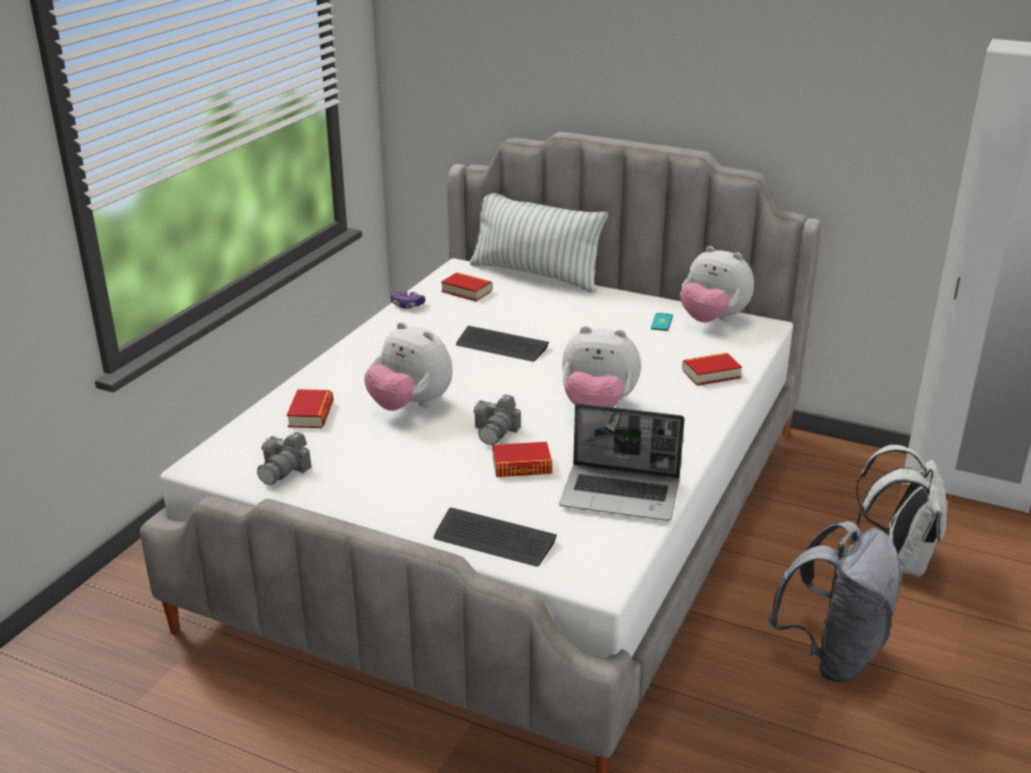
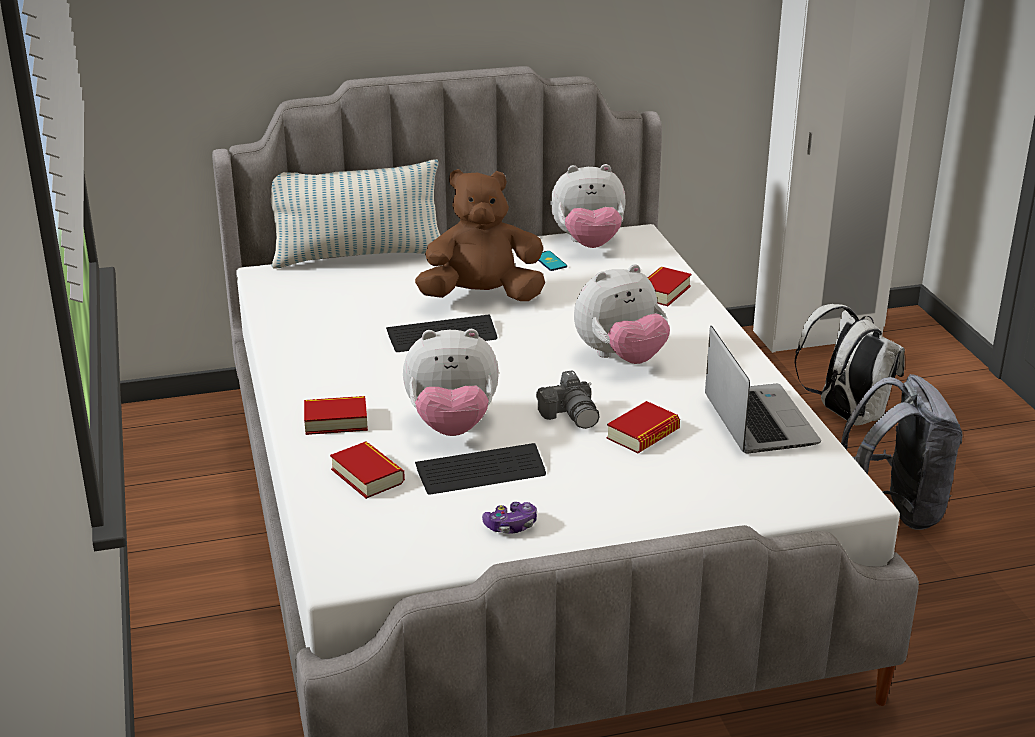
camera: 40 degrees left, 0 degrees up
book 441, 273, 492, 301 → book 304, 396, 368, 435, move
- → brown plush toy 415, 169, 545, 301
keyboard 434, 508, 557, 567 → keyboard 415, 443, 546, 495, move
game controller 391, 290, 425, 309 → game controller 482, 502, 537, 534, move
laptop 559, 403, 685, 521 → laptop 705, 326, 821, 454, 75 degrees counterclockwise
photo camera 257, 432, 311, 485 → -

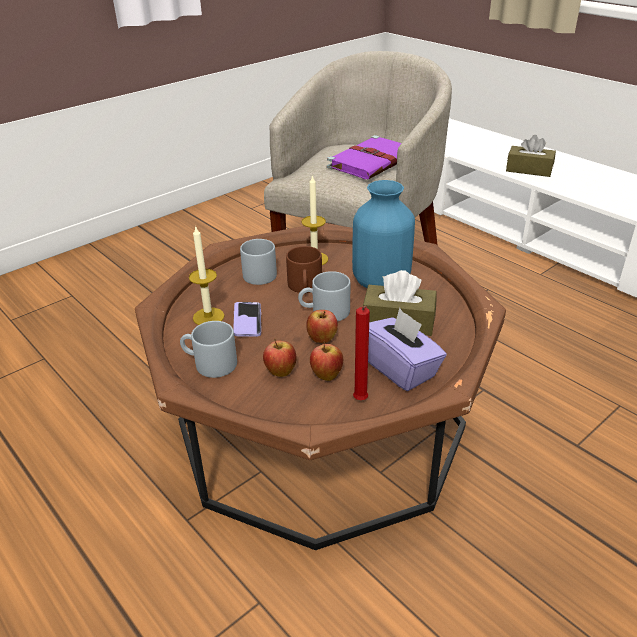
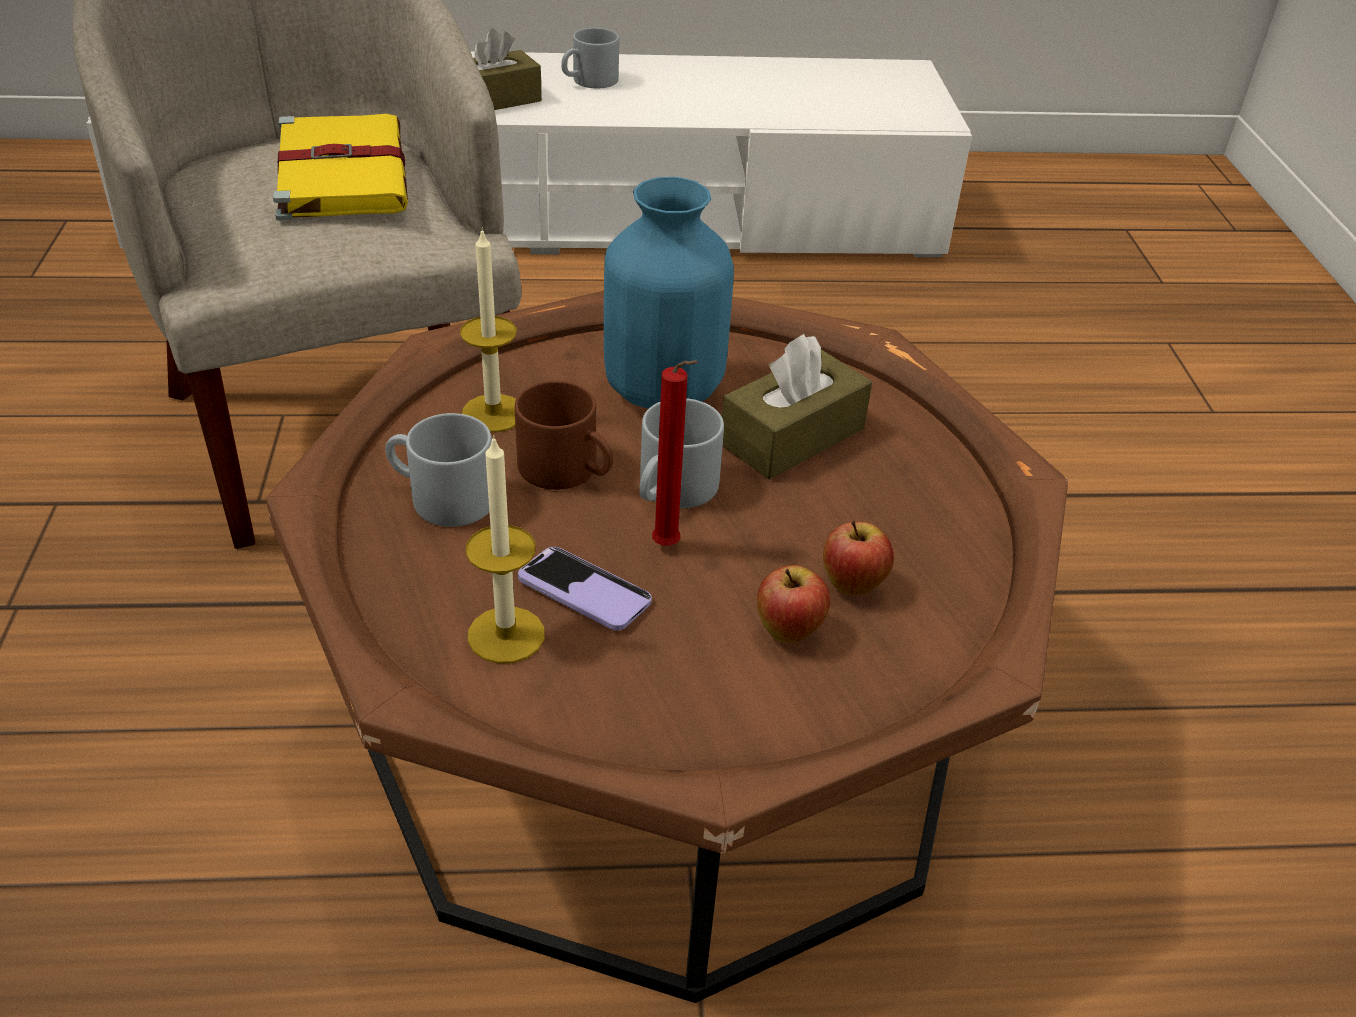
camera: 55 degrees left, 5 degrees up
purple book 327, 135, 401, 179 → yellow book 273, 114, 408, 221
grey mug 180, 321, 237, 378 → grey mug 561, 28, 619, 88, move
red candle 353, 306, 370, 400 → red candle 652, 360, 698, 546, move
apple 306, 310, 338, 343 → -
purple tissue box 368, 308, 447, 391 → -

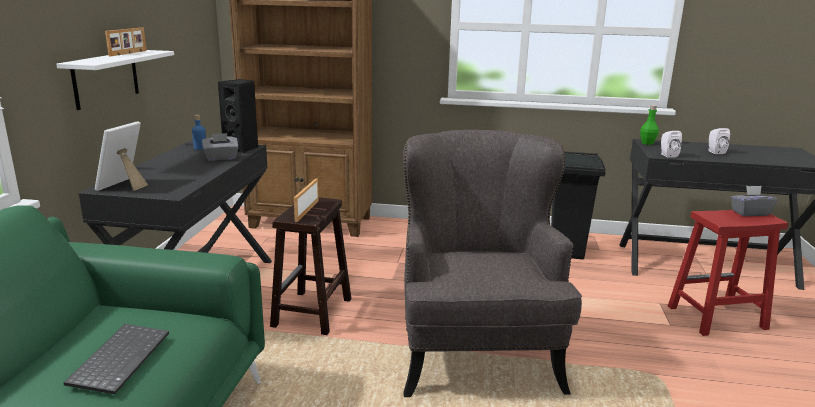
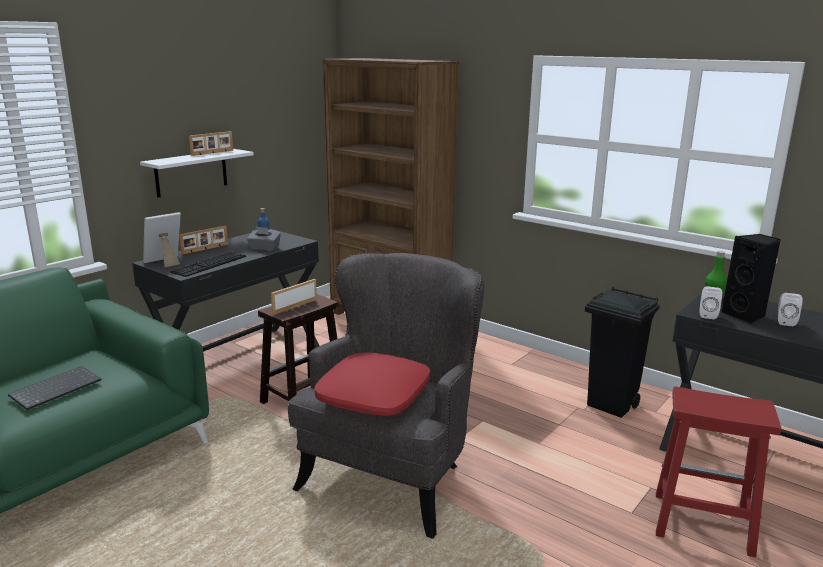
camera: 30 degrees right, 0 degrees up
- → keyboard 170, 252, 246, 277
- → picture frame 179, 226, 228, 255
- → red pillow 314, 352, 430, 416
black speaker 218, 79, 258, 153 → black speaker 721, 234, 781, 324, move
grey tissue box 731, 186, 777, 216 → -

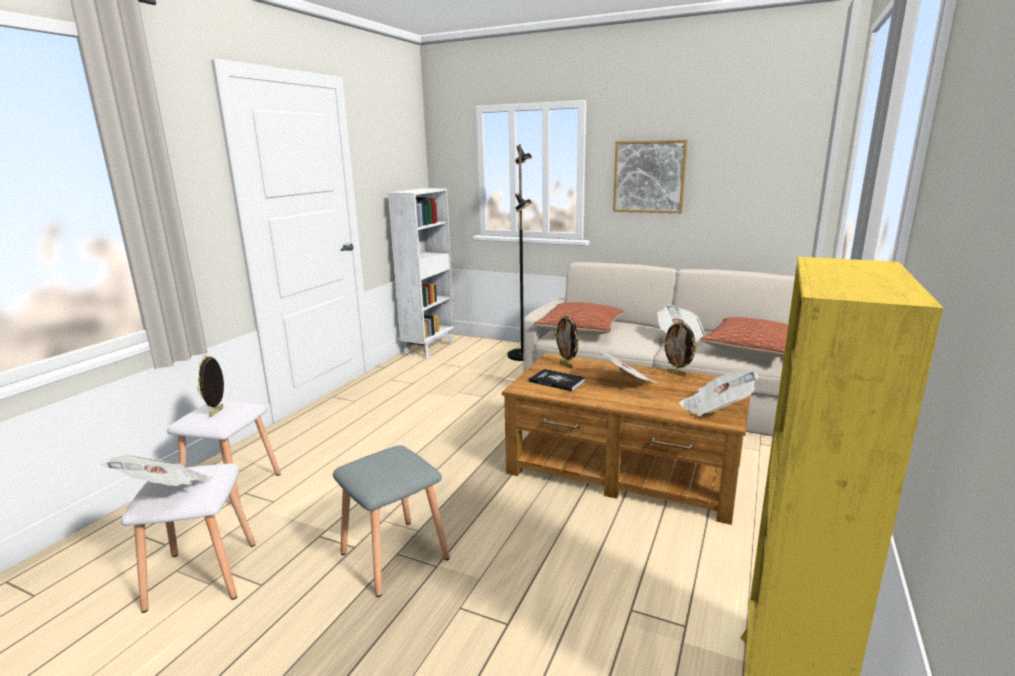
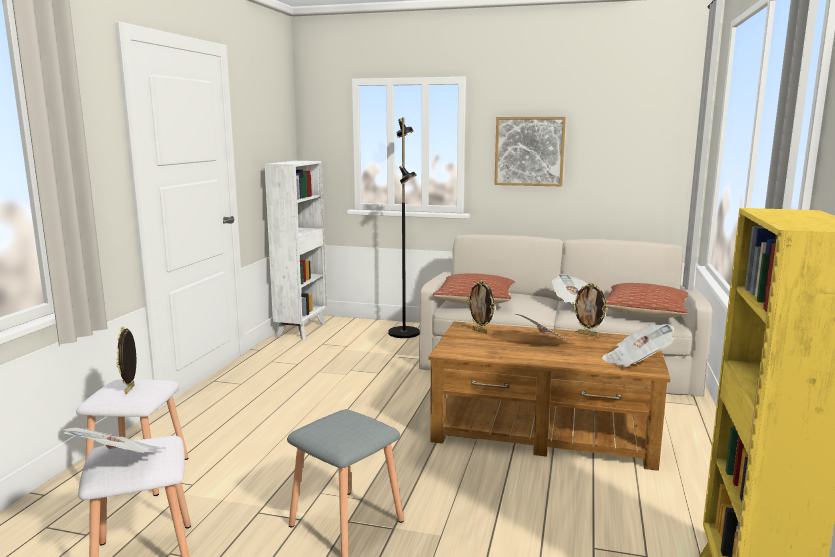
camera: 10 degrees left, 5 degrees down
book 529, 369, 586, 391 → -

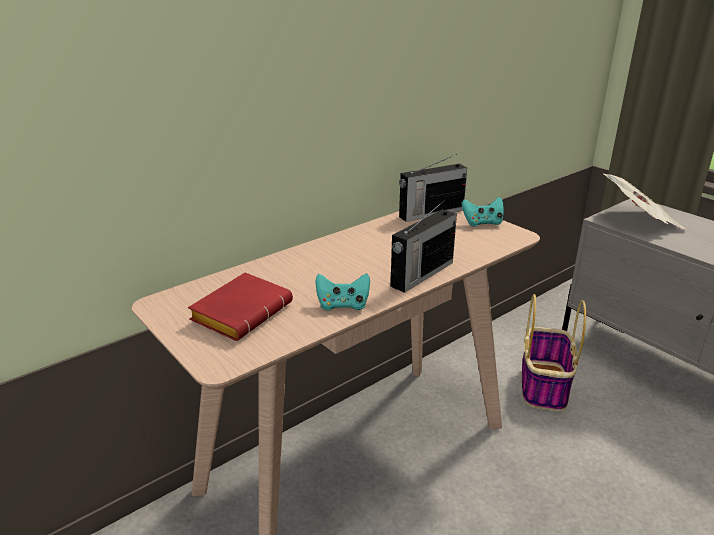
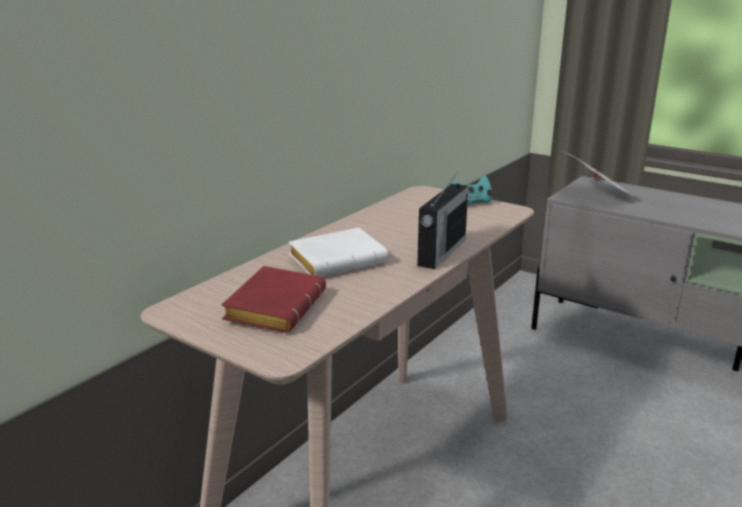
camera: 15 degrees left, 5 degrees down
- → white book 289, 228, 388, 277
turquoise game controller 315, 273, 370, 311 → -
radio 399, 154, 467, 222 → -
basket 522, 294, 586, 411 → -

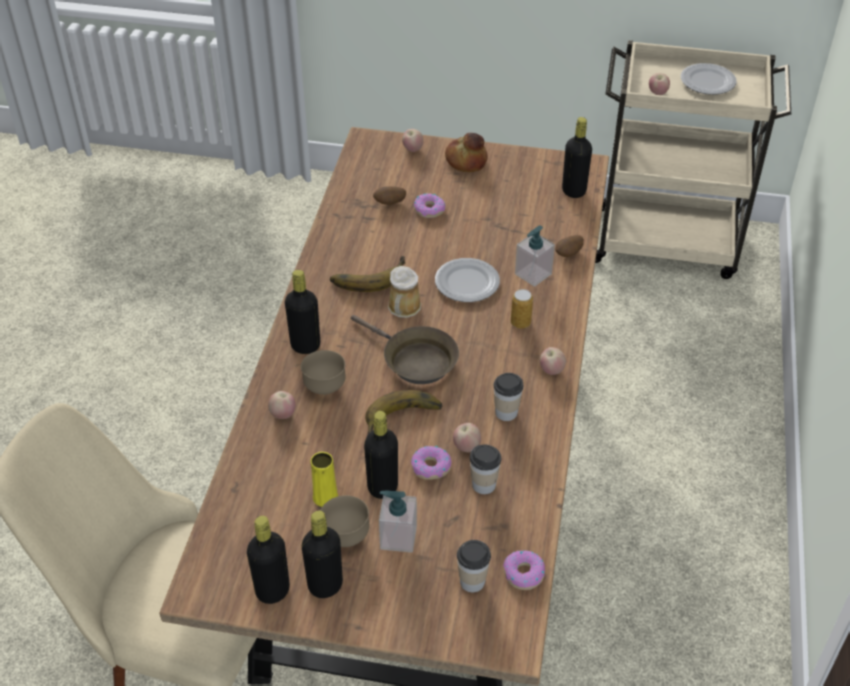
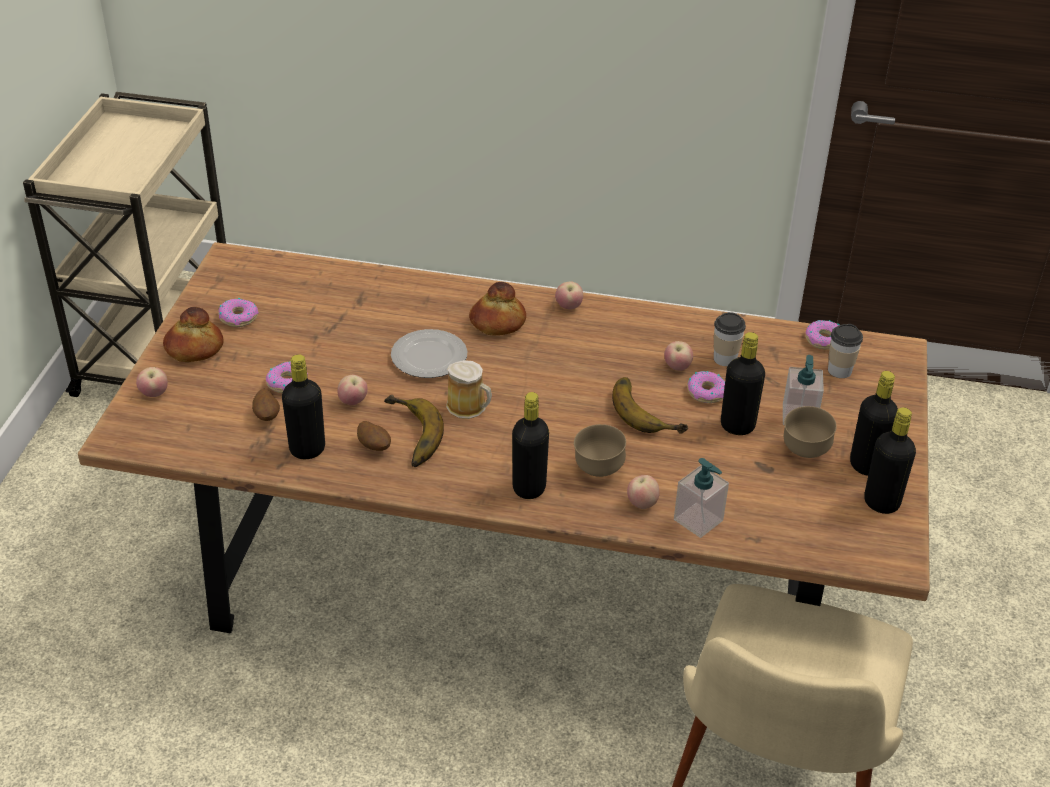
camera: 90 degrees left, 5 degrees down
- → donut 218, 298, 259, 327
black bottle 562, 117, 592, 198 → black bottle 282, 354, 325, 459, move
apple 649, 73, 670, 95 → apple 337, 375, 368, 405, move
potato 556, 235, 584, 257 → potato 357, 421, 391, 451, move
can 511, 289, 533, 329 → bread 469, 282, 526, 336
soap dispenser 515, 225, 555, 287 → soap dispenser 674, 458, 729, 538, move
yellow vase 311, 452, 338, 507 → -
brown frying pan 351, 315, 459, 384 → -
cup 493, 373, 524, 421 → -
plate 681, 63, 737, 95 → -

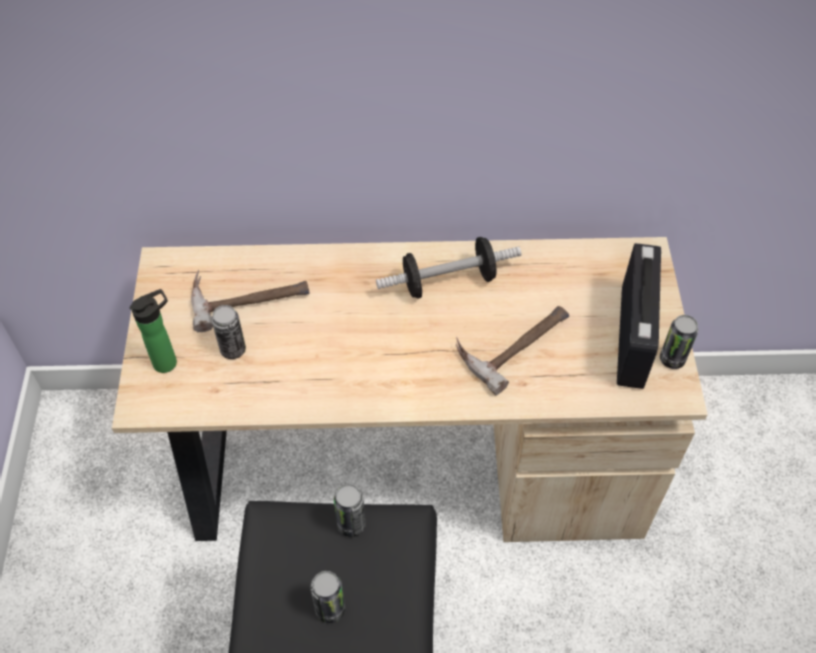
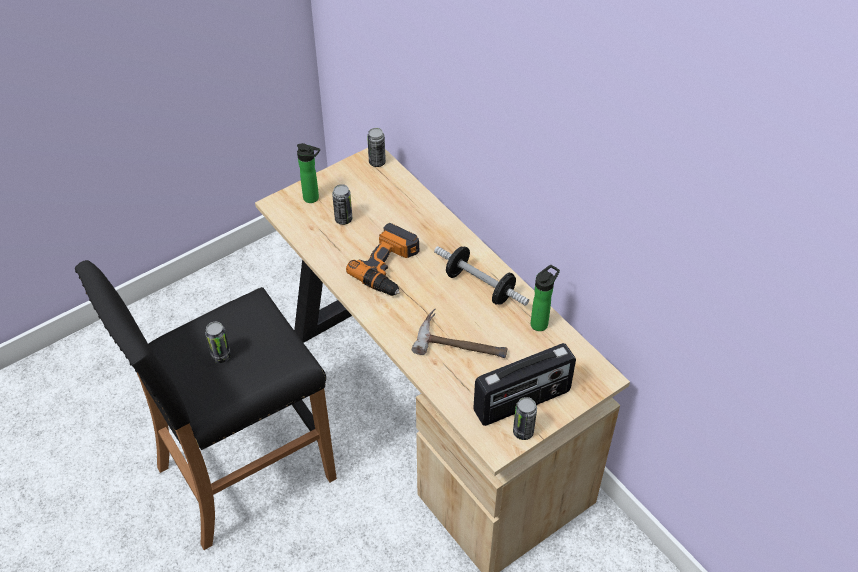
camera: 55 degrees right, 5 degrees down
- → power drill 346, 223, 419, 296
can 334, 484, 366, 537 → can 367, 128, 386, 167, move
- → bottle 531, 265, 560, 331
hammer 191, 270, 310, 332 → -

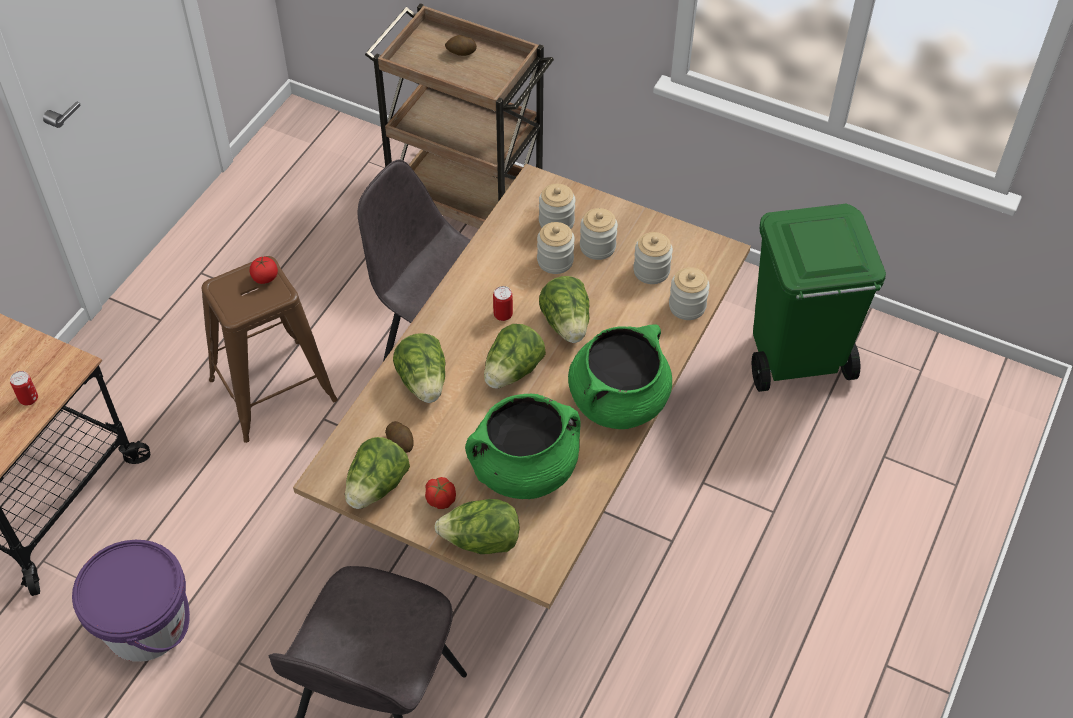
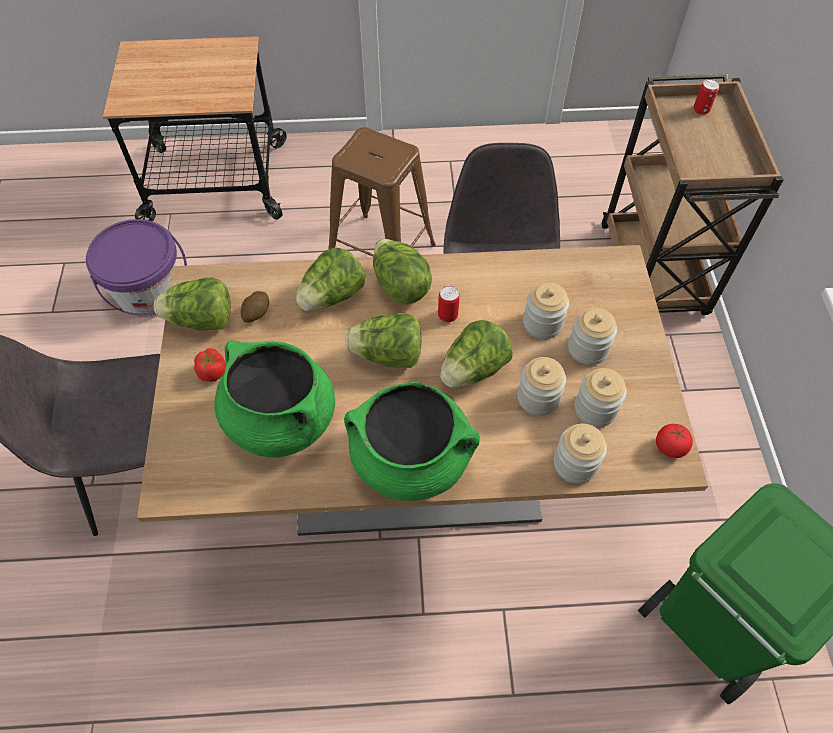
camera: 60 degrees right, 5 degrees up
lettuce 434, 499, 520, 554 → lettuce 373, 239, 432, 304, move
jar 539, 184, 575, 229 → jar 517, 357, 566, 416, move
tomato 250, 256, 278, 284 → tomato 656, 424, 693, 458, move
can 10, 371, 38, 405 → can 694, 79, 719, 115, move
potato 445, 35, 477, 56 → -

